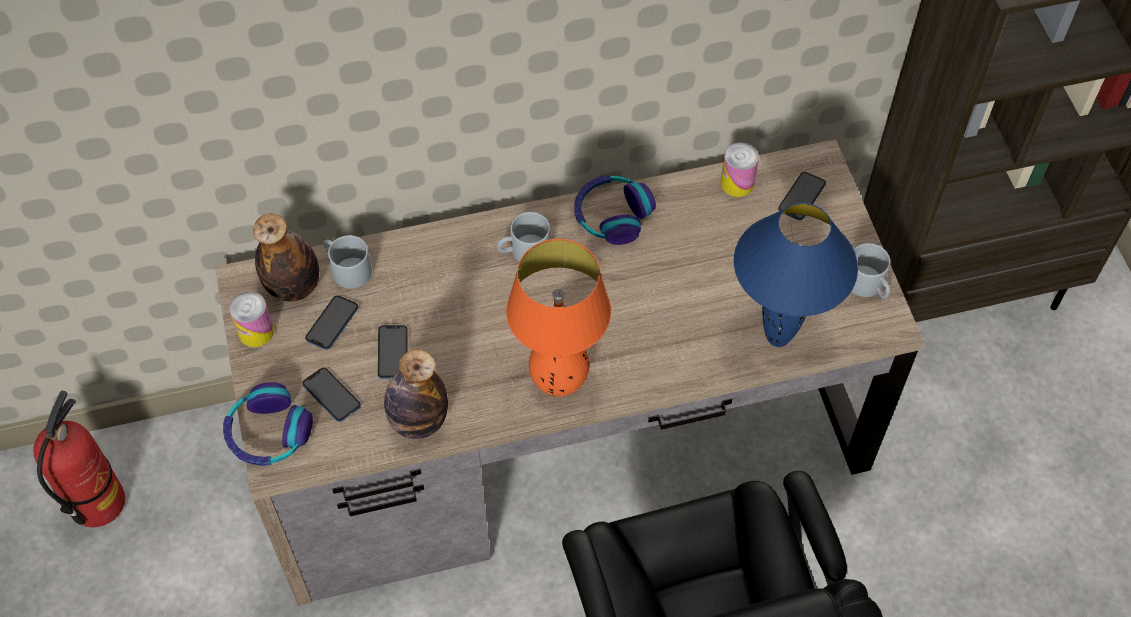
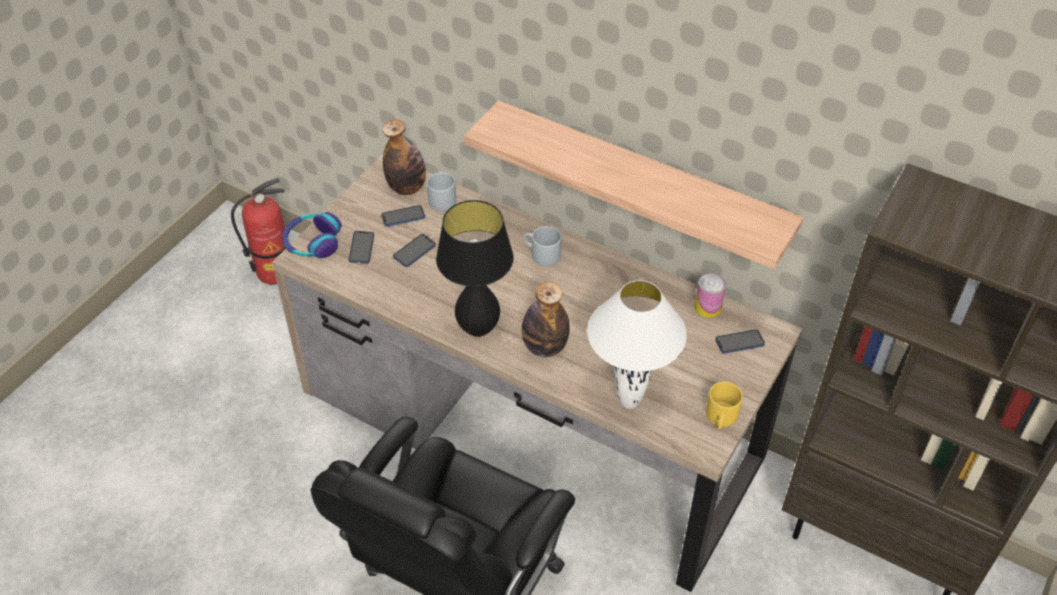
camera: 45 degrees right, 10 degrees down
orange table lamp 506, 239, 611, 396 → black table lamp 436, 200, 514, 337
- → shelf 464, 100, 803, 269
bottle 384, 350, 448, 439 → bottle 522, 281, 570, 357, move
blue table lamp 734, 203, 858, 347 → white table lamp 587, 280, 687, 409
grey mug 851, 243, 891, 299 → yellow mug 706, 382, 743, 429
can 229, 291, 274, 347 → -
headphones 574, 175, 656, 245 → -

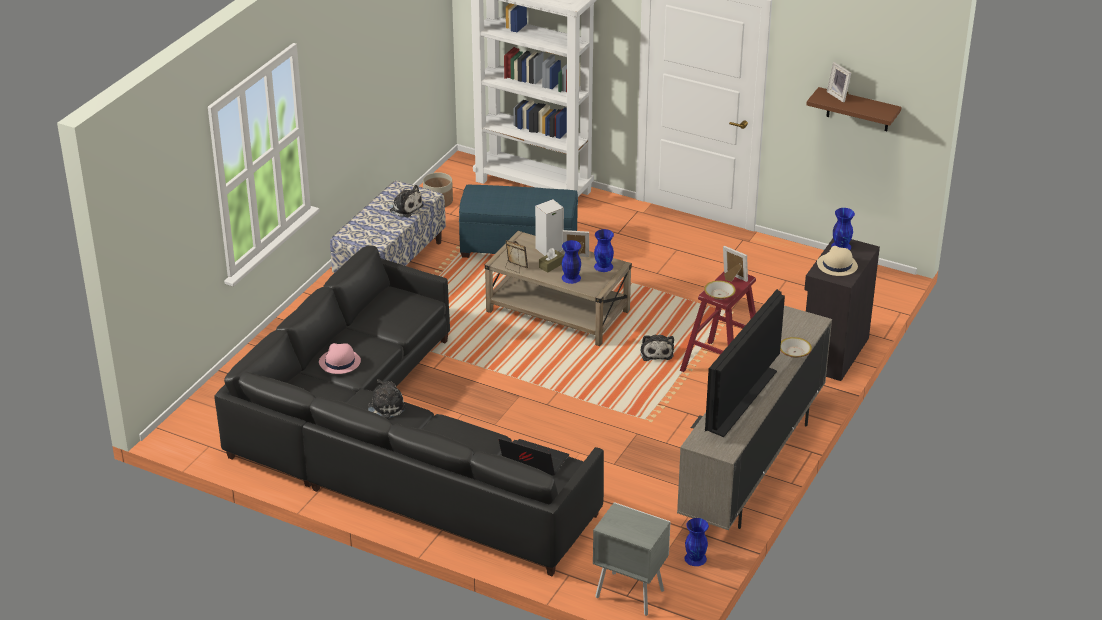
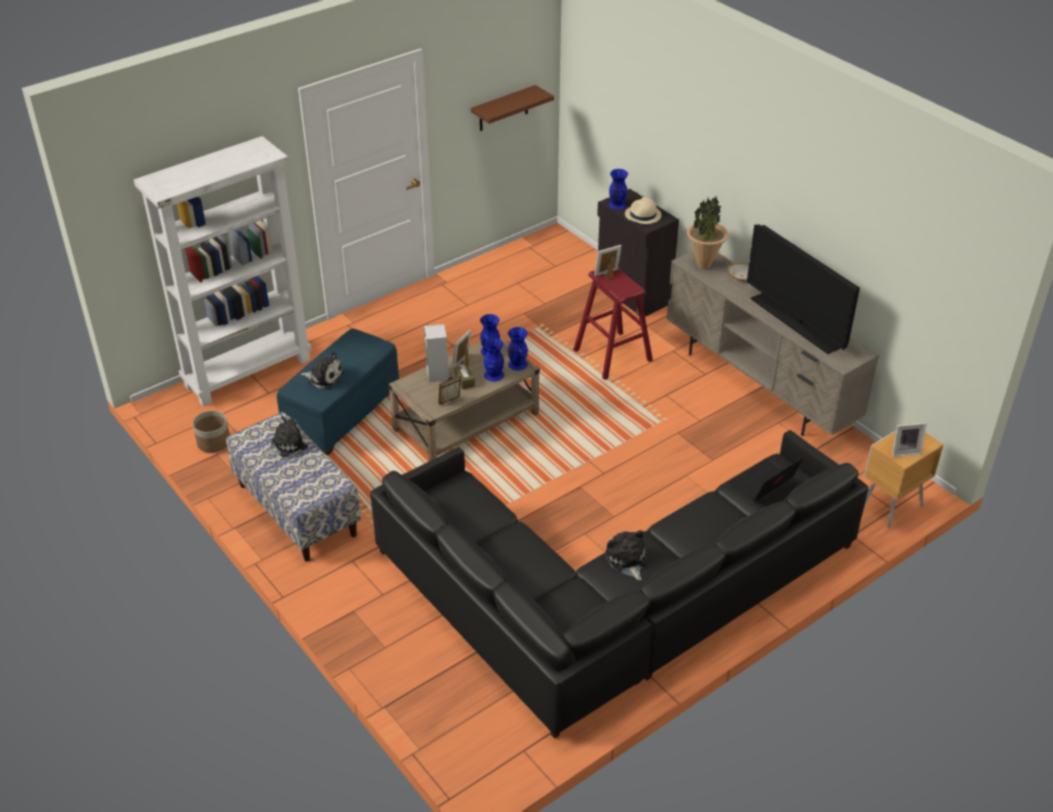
camera: 65 degrees left, 5 degrees up
plush toy 640, 335, 674, 361 → plush toy 301, 352, 344, 389, move
blue vase 684, 518, 709, 566 → blue vase 508, 327, 528, 371, move
- → potted plant 687, 196, 728, 269
grey nightstand 593, 502, 671, 616 → brown nightstand 864, 422, 944, 529
picture frame 827, 62, 851, 103 → picture frame 892, 422, 927, 457, move
pink hat 319, 343, 361, 374 → -
bowl 704, 280, 736, 300 → -

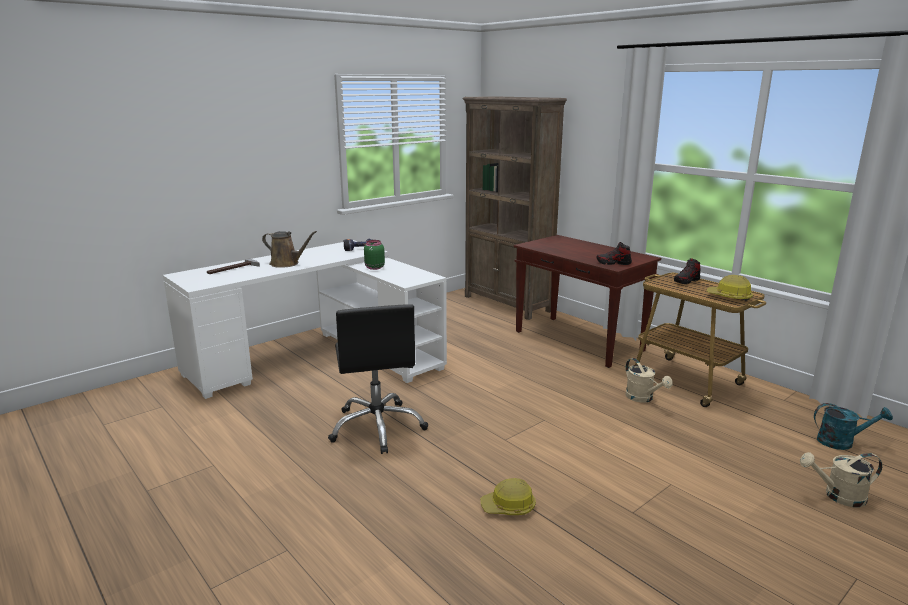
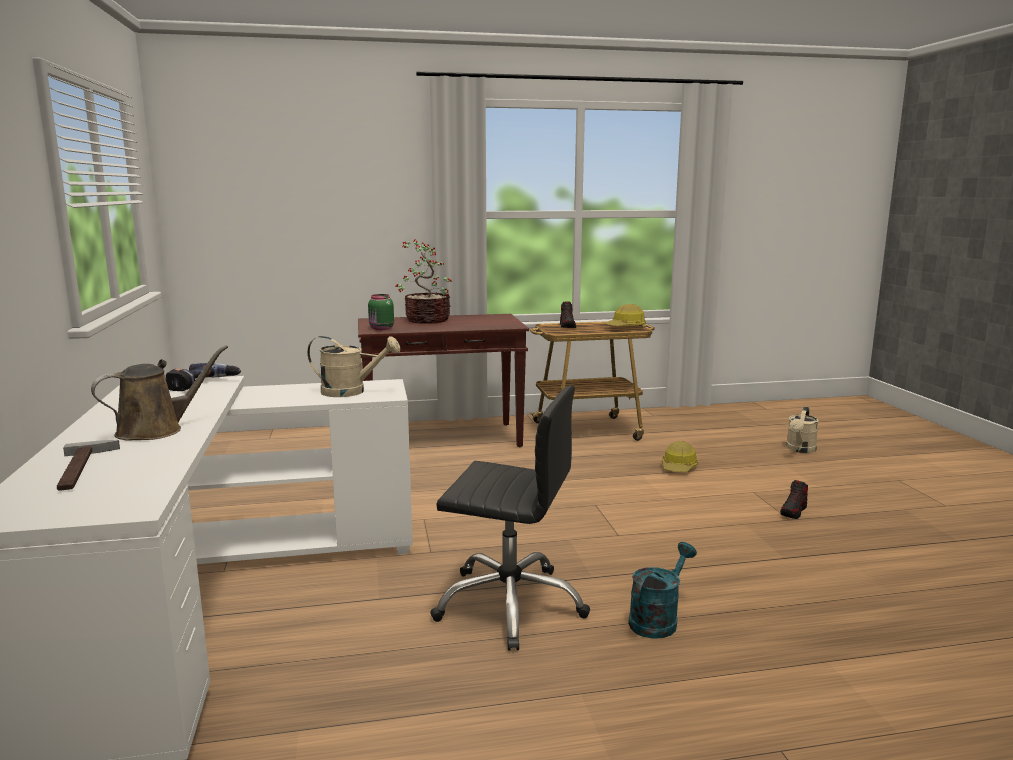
camera: 60 degrees left, 5 degrees down
beige watering can 625, 358, 673, 402 → beige watering can 307, 336, 400, 397, move
green jar 364, 240, 385, 270 → green jar 368, 294, 394, 330, move
- → potted plant 395, 239, 452, 324
turquoise watering can 814, 403, 893, 450 → turquoise watering can 628, 542, 697, 639, move
hard hat 481, 478, 536, 515 → hard hat 662, 441, 699, 472, move
shoe 597, 242, 632, 265 → shoe 780, 480, 808, 519, move
brown bookcase 463, 96, 567, 320 → -

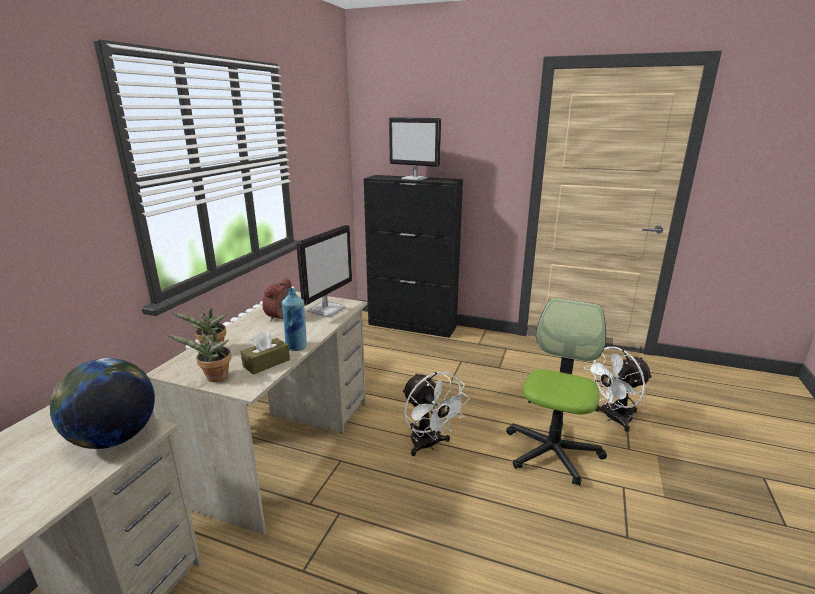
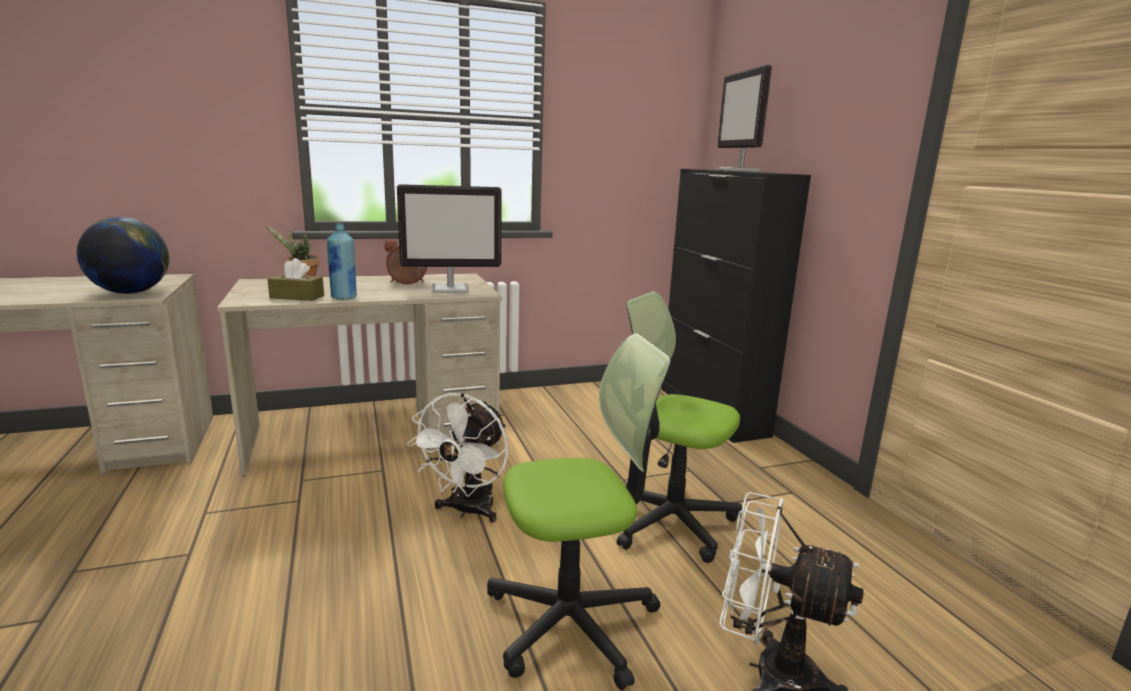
camera: 50 degrees right, 5 degrees down
- → office chair 617, 291, 742, 563
potted plant 167, 330, 231, 382 → -

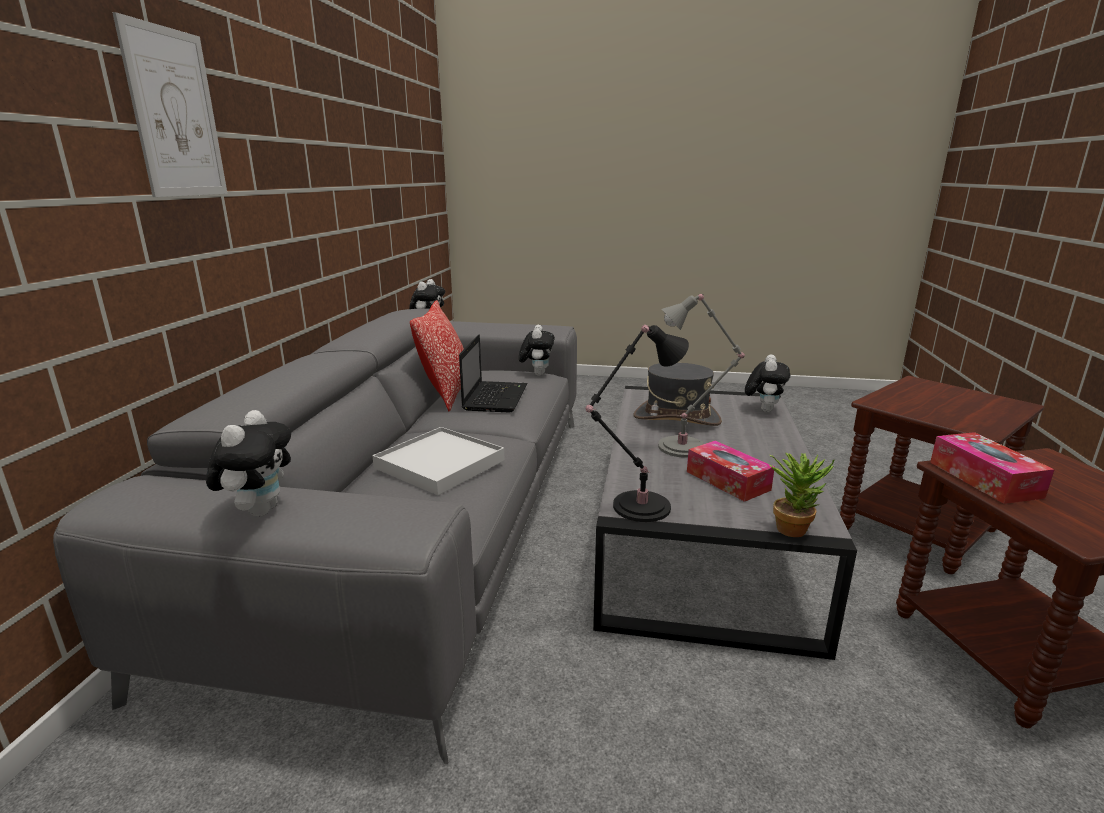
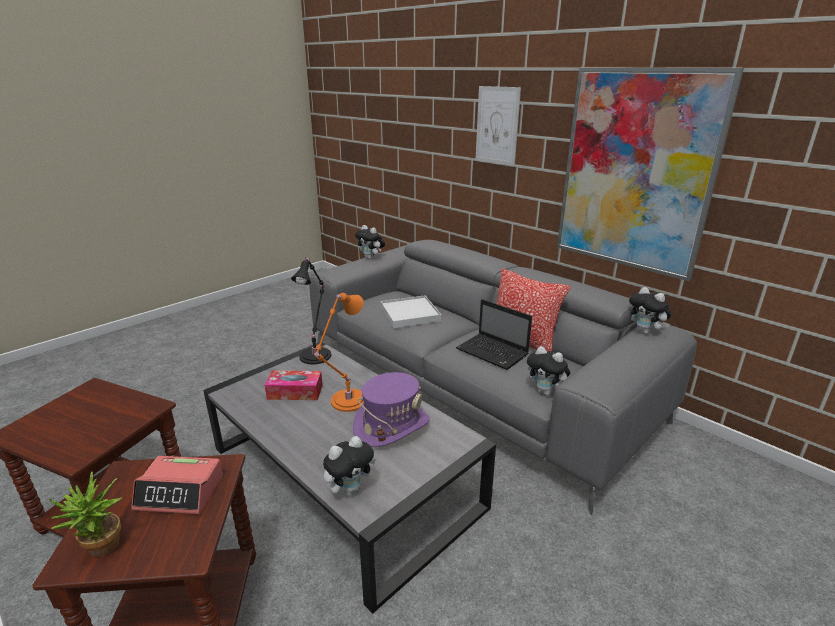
camera: 125 degrees right, 5 degrees up
potted plant 769, 453, 835, 537 → potted plant 49, 472, 122, 557, move
- → alarm clock 131, 456, 223, 514
grey table lamp 658, 294, 745, 458 → orange table lamp 314, 293, 364, 412
plush toy 745, 354, 790, 412 → plush toy 323, 436, 376, 497, 90 degrees counterclockwise
grey hat 633, 362, 722, 426 → purple hat 353, 372, 430, 447
- → picture 557, 68, 744, 281
tissue box 930, 432, 1055, 504 → -

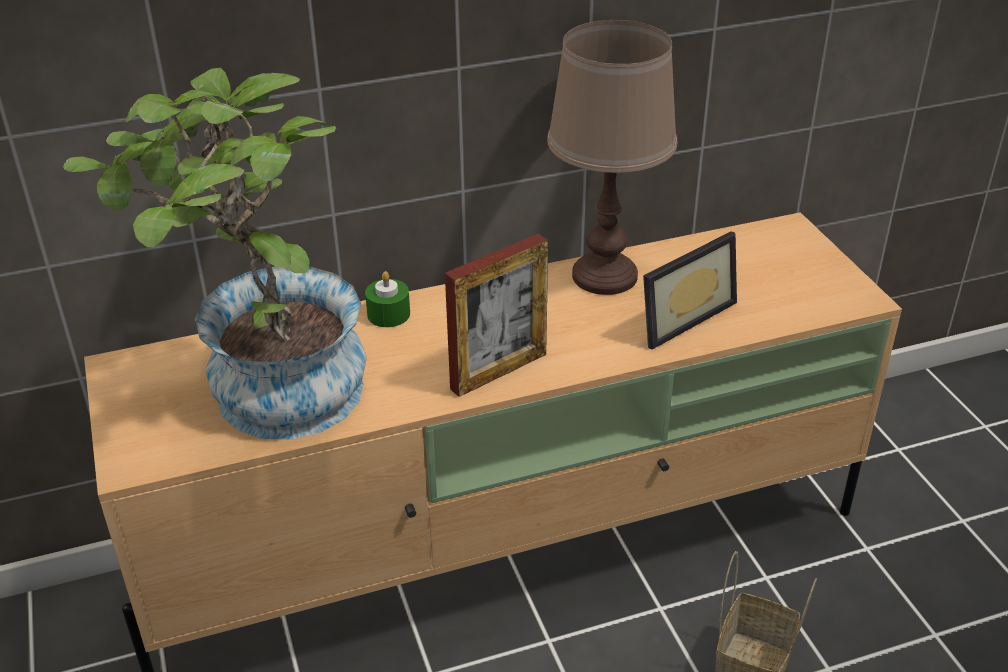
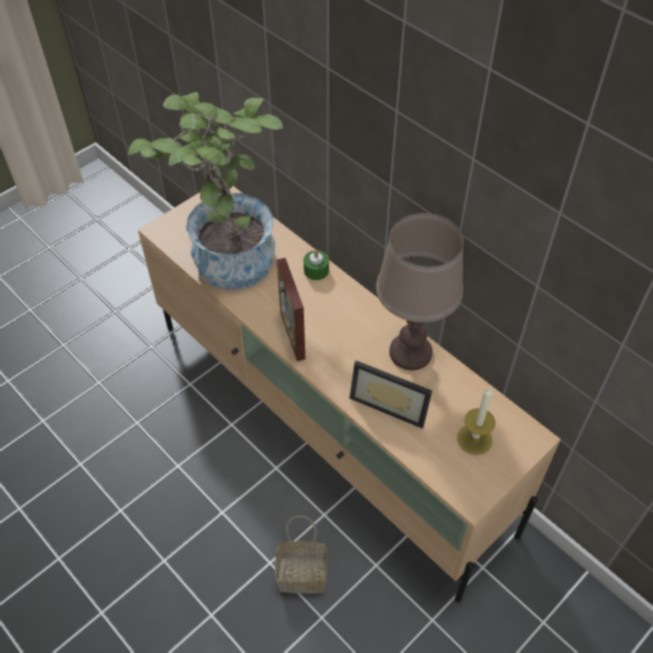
camera: 65 degrees right, 15 degrees up
picture frame 445, 234, 548, 397 → picture frame 277, 258, 305, 361, 45 degrees clockwise
- → candle 457, 387, 495, 455

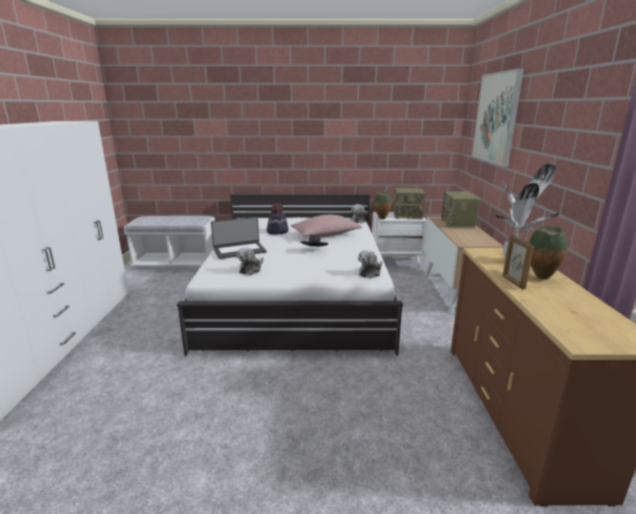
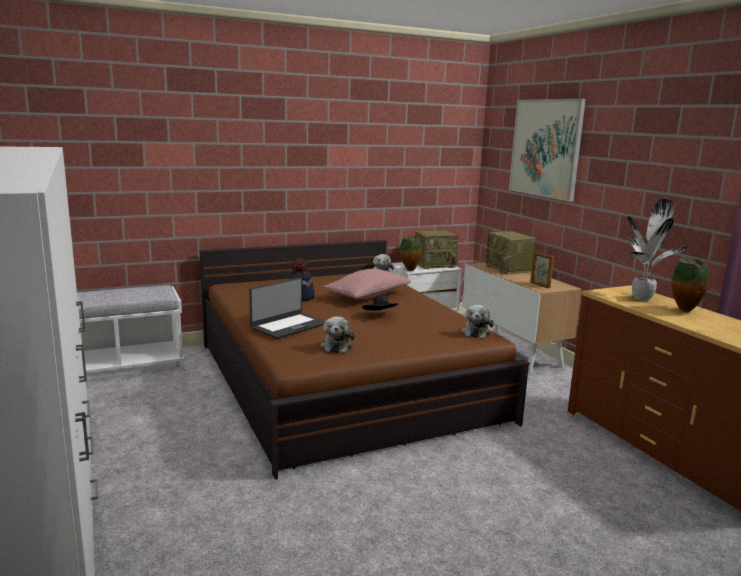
camera: 25 degrees left, 5 degrees down
white bed 177, 194, 403, 356 → brown bed 199, 240, 530, 480
picture frame 503, 235, 534, 289 → picture frame 530, 252, 554, 288, move

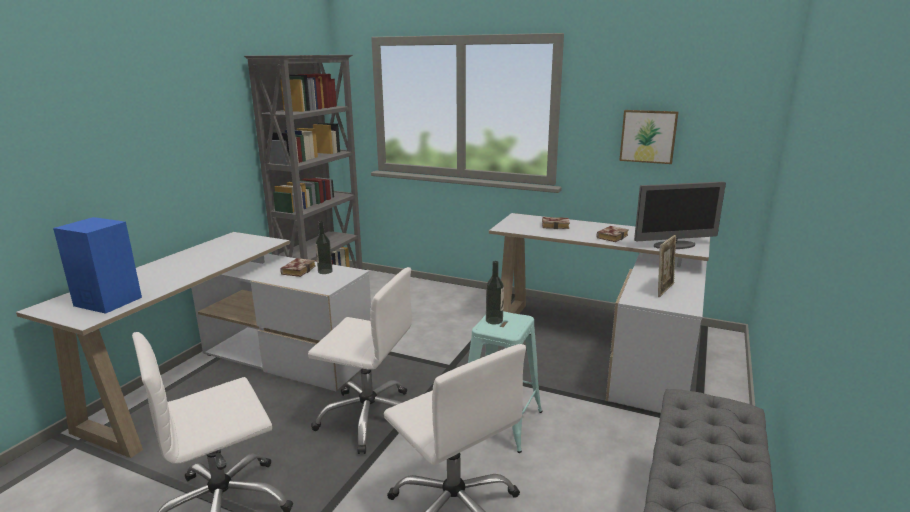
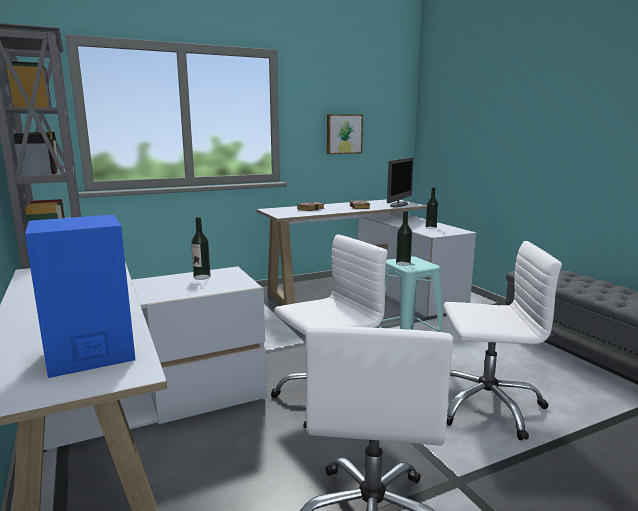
camera: 50 degrees left, 5 degrees down
picture frame 658, 235, 676, 297 → bottle 426, 187, 438, 229
book 280, 258, 316, 277 → -

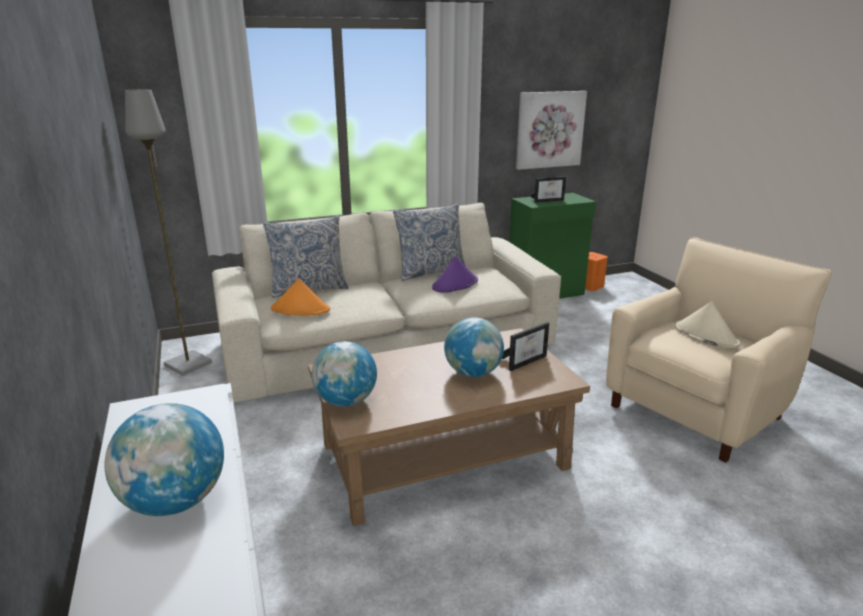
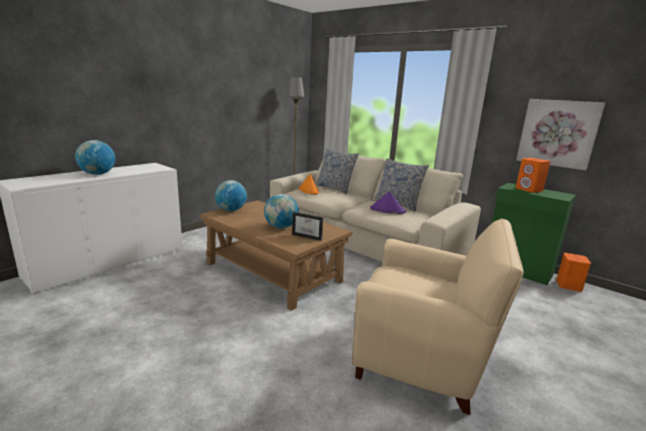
camera: 60 degrees right, 5 degrees down
picture frame 531, 176, 566, 203 → orange speaker 516, 158, 550, 193
beige hat 675, 301, 740, 348 → -

